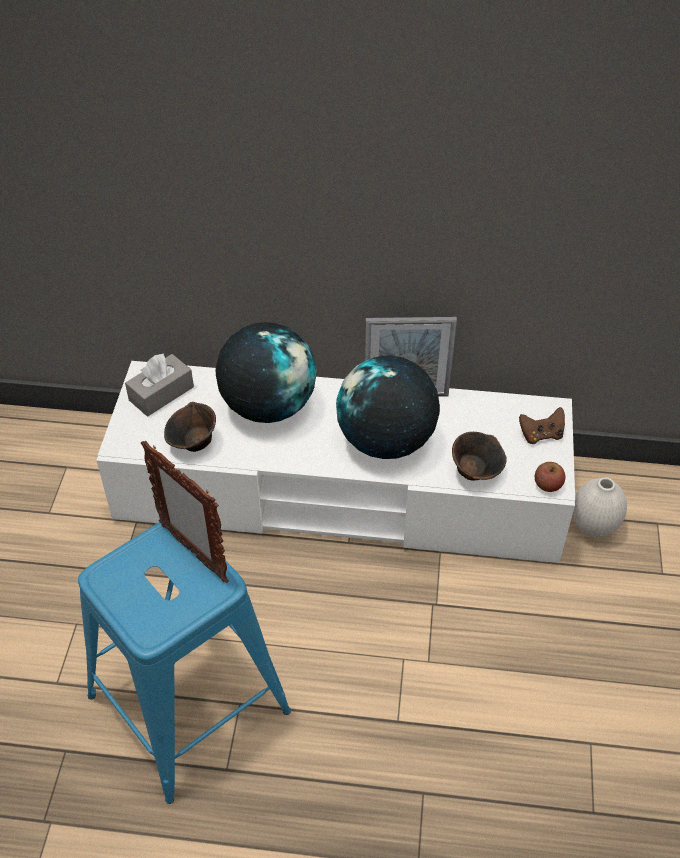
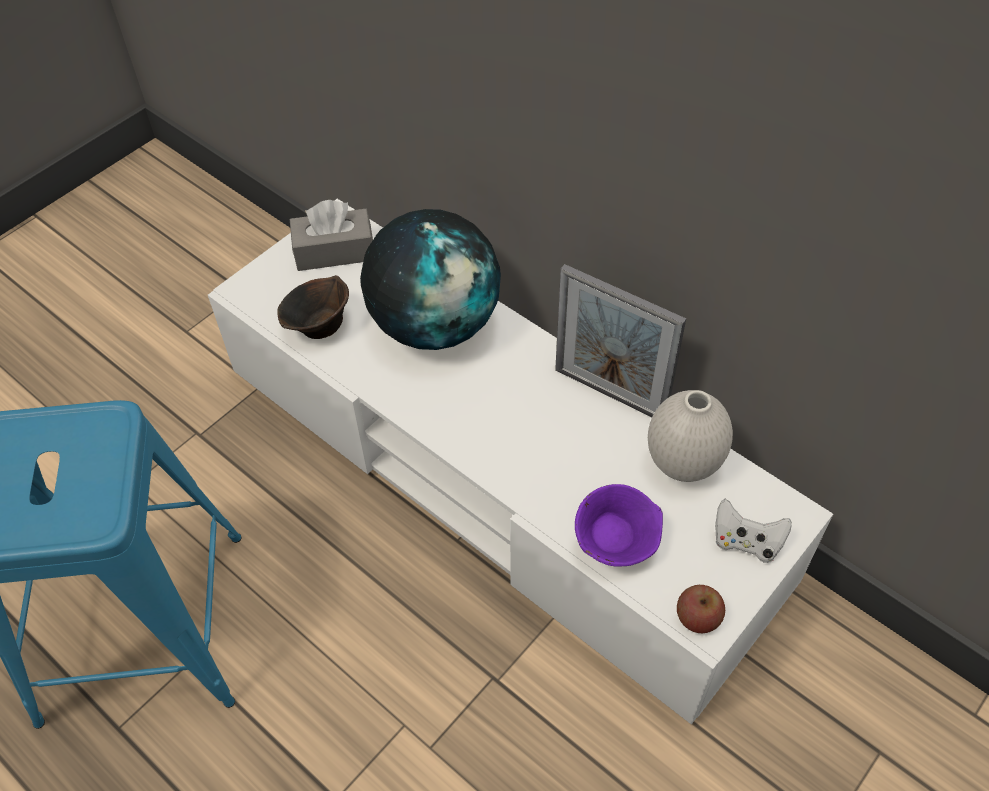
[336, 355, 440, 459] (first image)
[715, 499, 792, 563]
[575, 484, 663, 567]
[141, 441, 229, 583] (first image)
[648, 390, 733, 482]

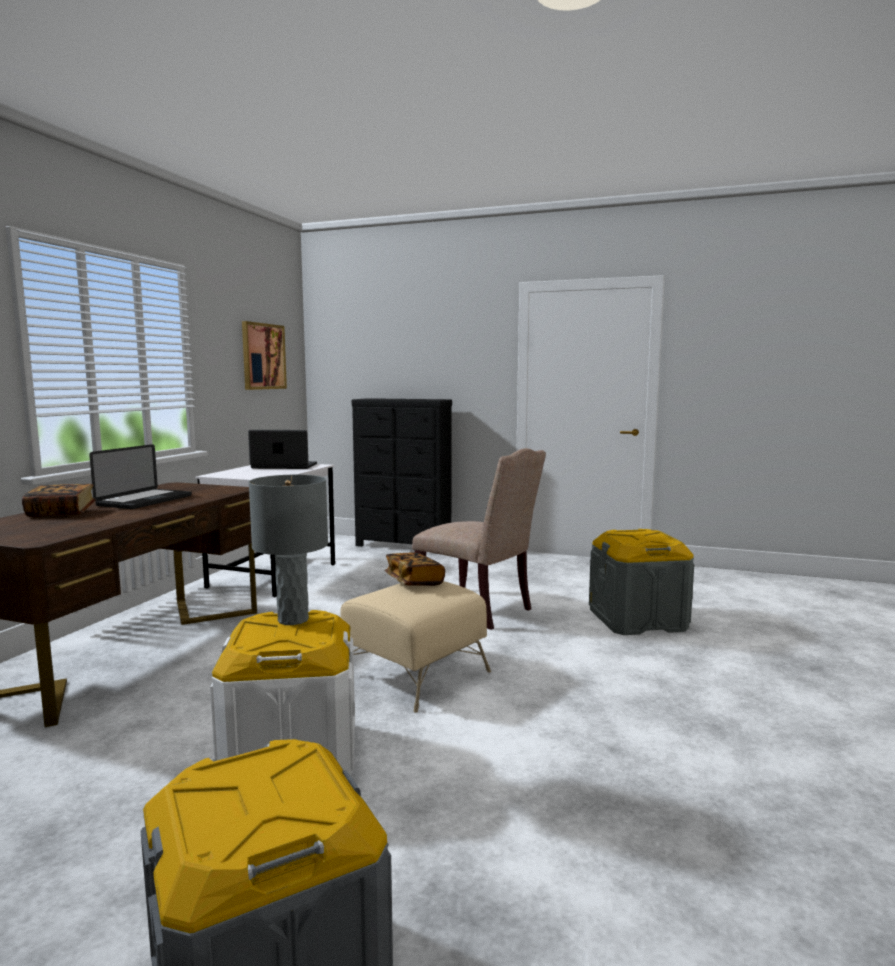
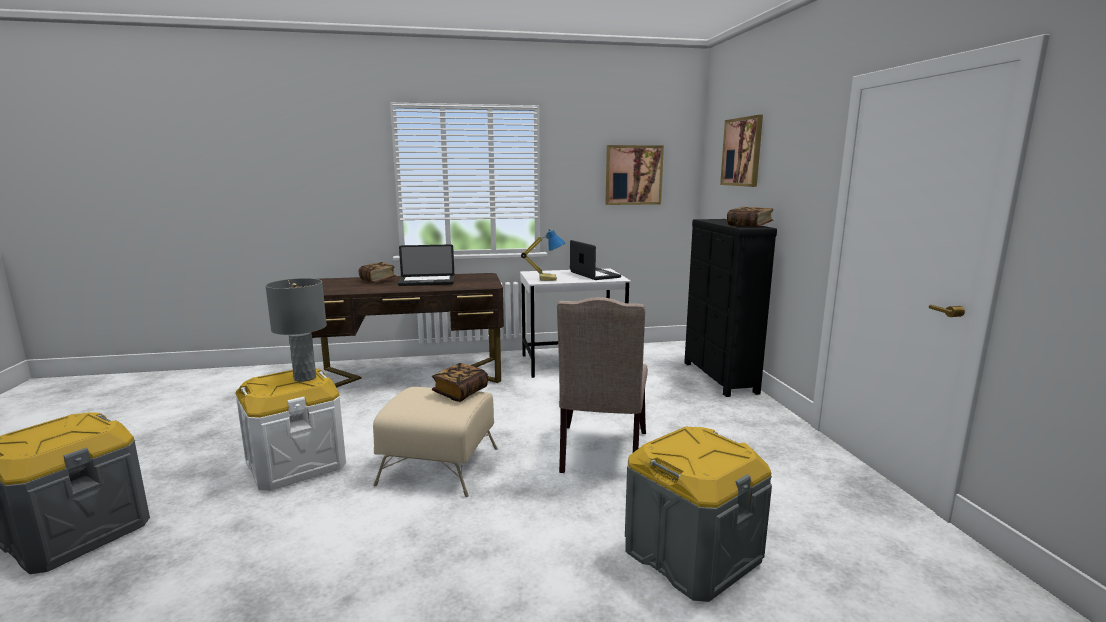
[720, 115, 763, 187]
[727, 207, 774, 227]
[521, 229, 566, 281]

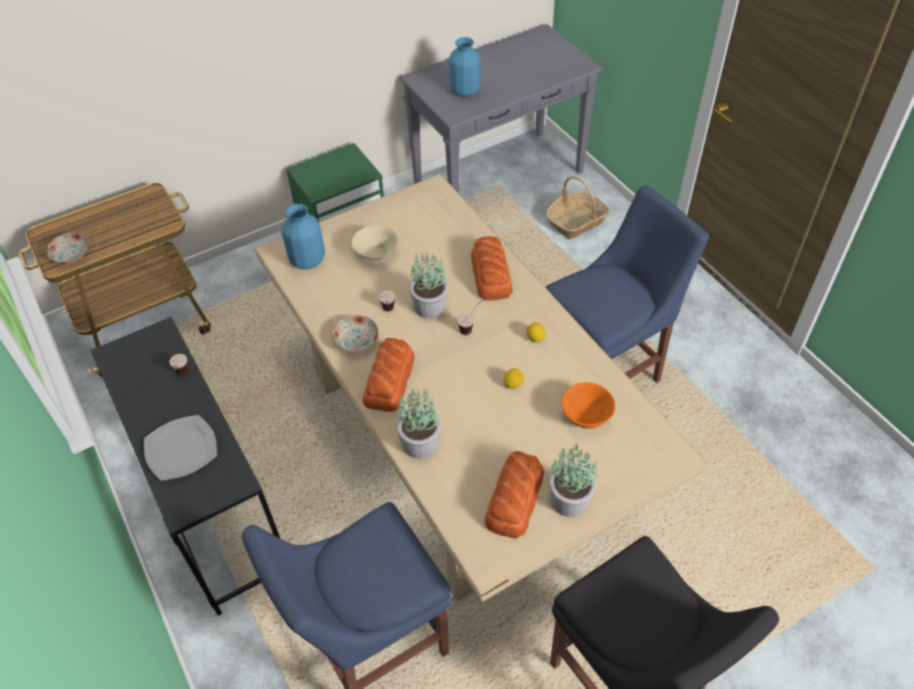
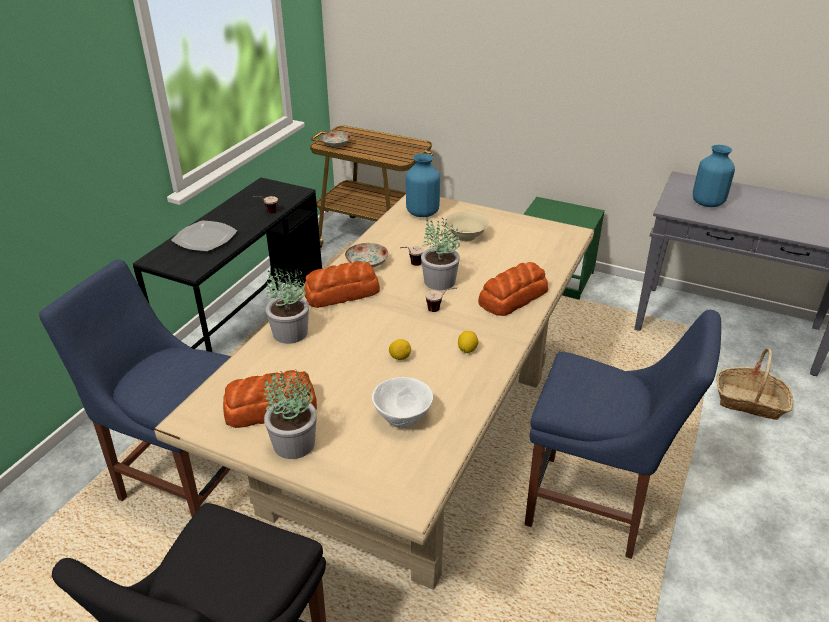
[372, 377, 433, 428]

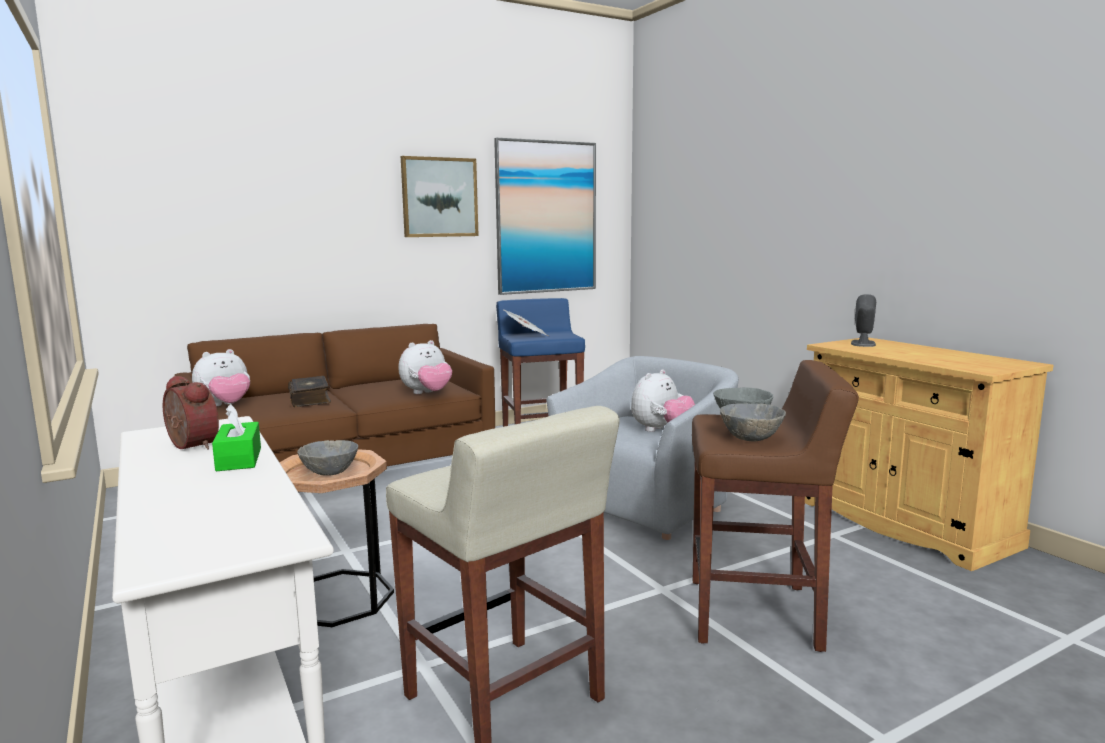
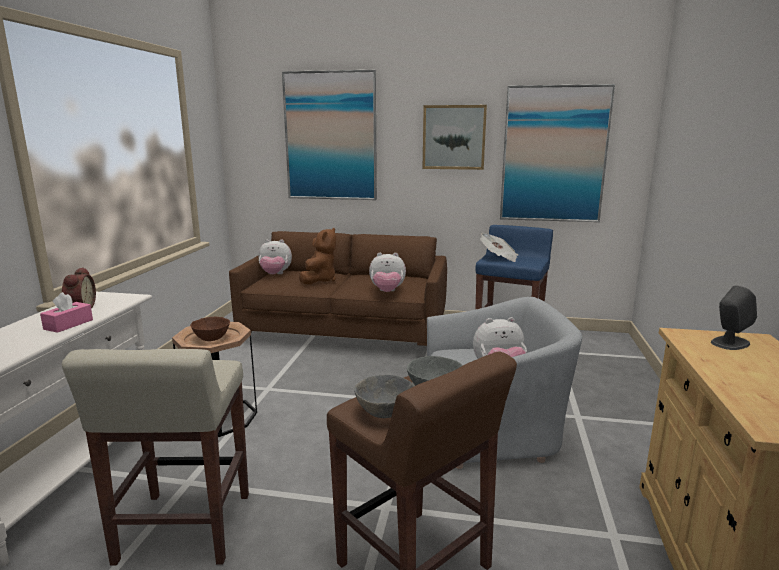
[299, 228, 336, 284]
[40, 292, 93, 333]
[190, 317, 230, 341]
[282, 70, 377, 200]

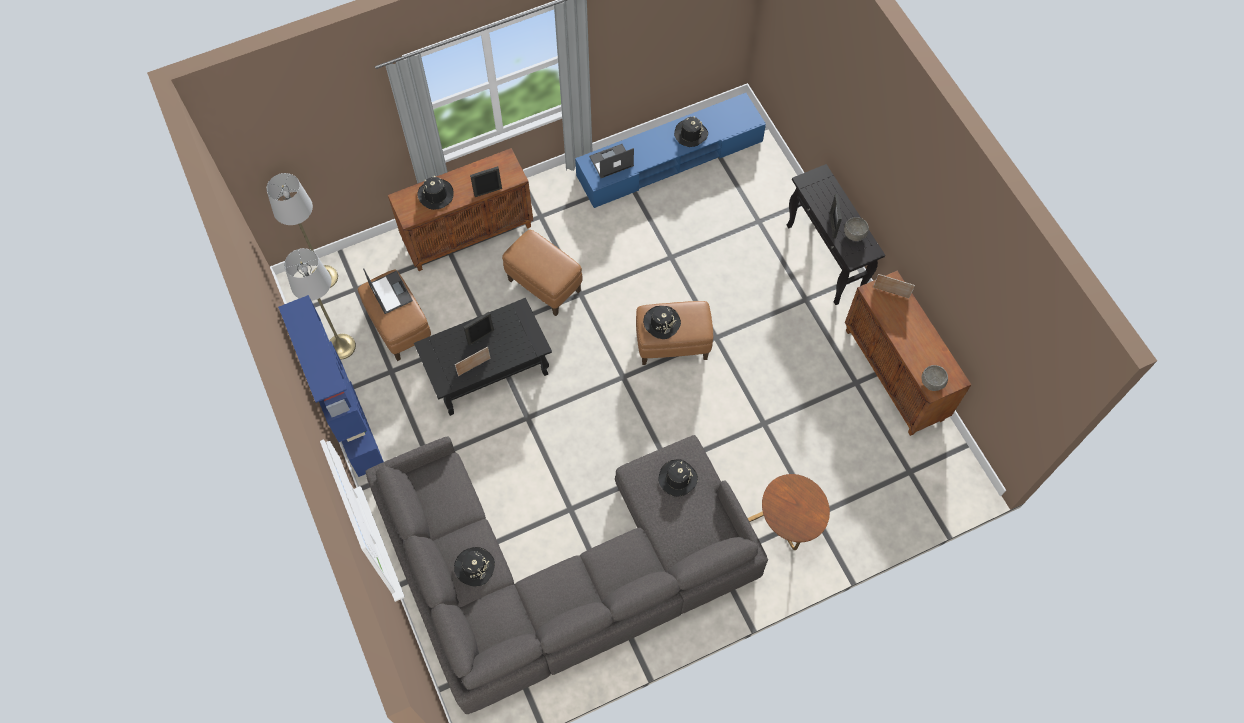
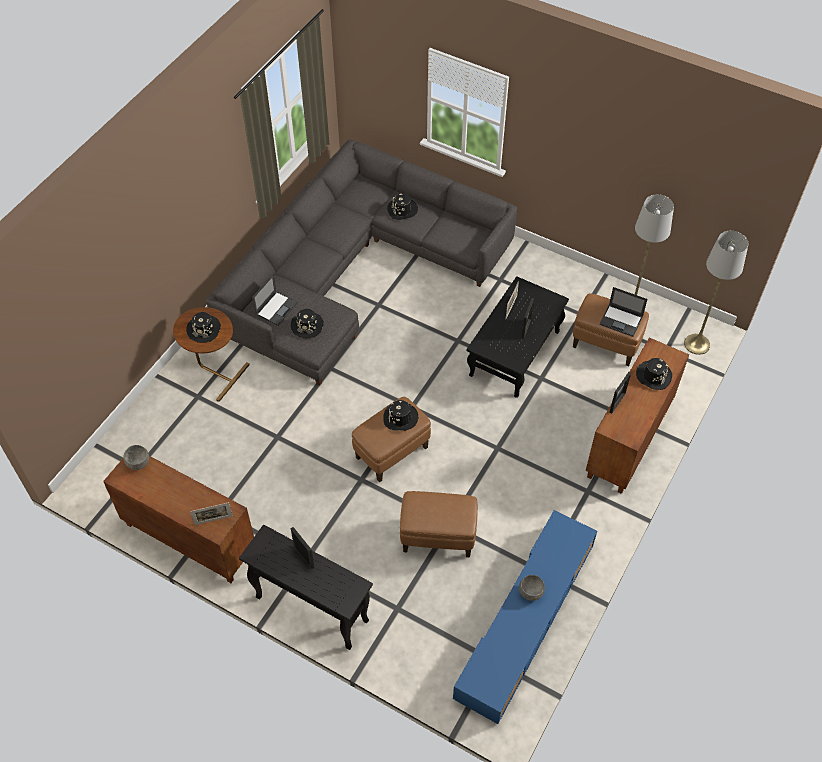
[186, 312, 221, 343]
[252, 274, 298, 326]
[519, 575, 545, 601]
[400, 491, 478, 557]
[278, 295, 384, 477] (first image)

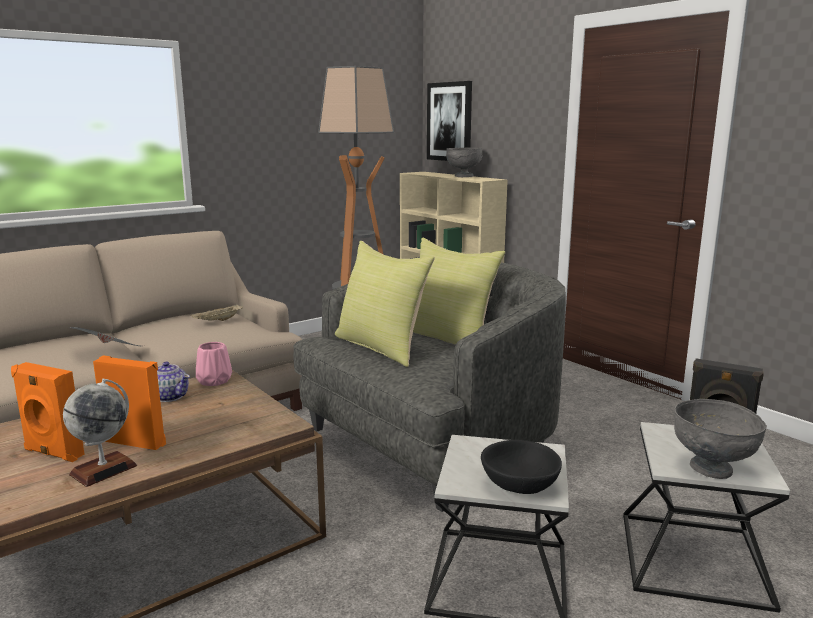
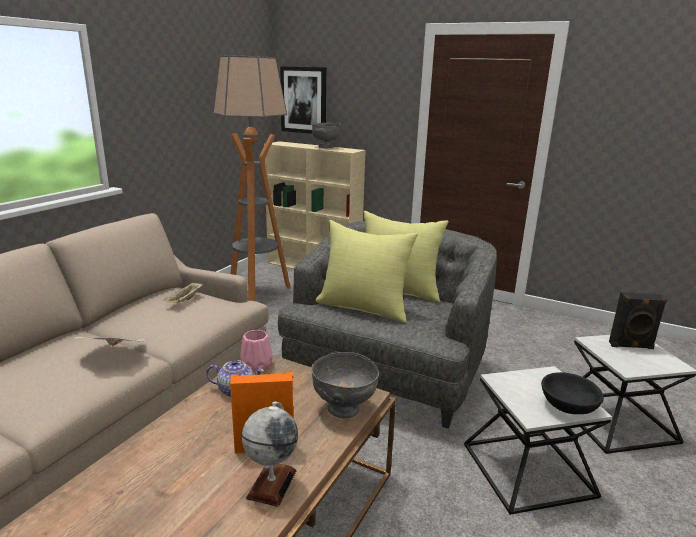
[11, 362, 84, 462] (first image)
[311, 352, 379, 418]

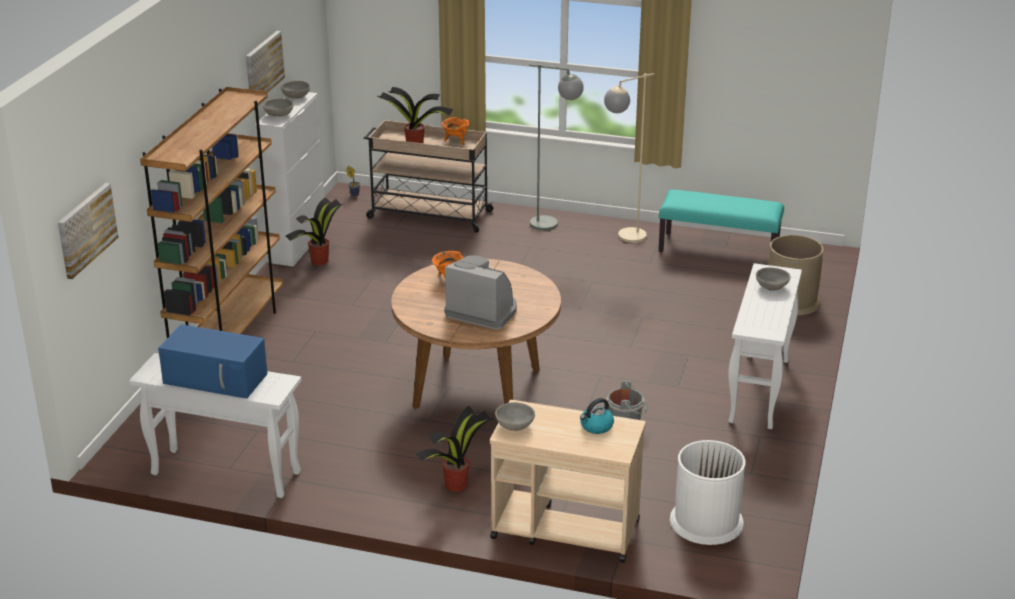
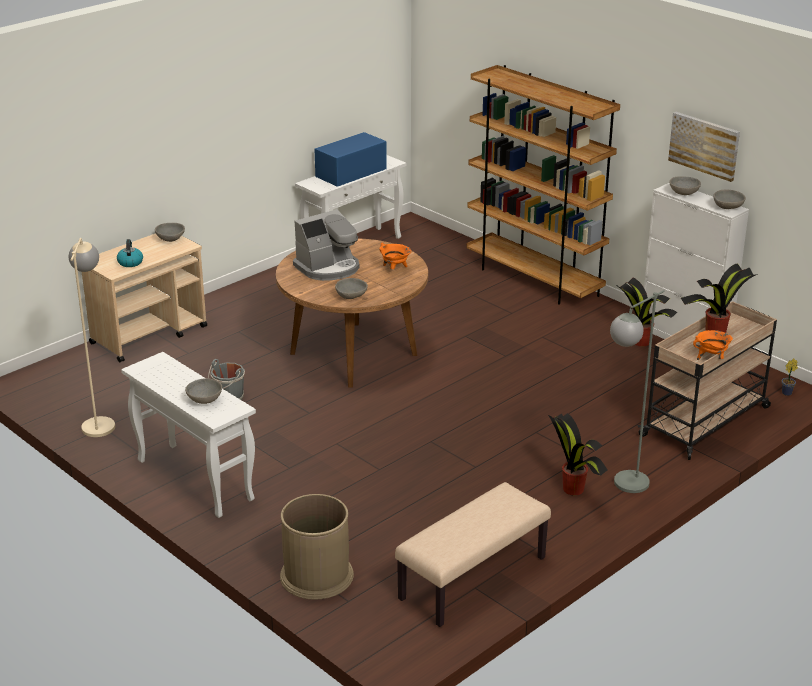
[68, 238, 115, 437]
[58, 183, 118, 279] (first image)
[395, 482, 551, 627]
[548, 413, 608, 495]
[670, 440, 746, 545] (first image)
[335, 278, 368, 299]

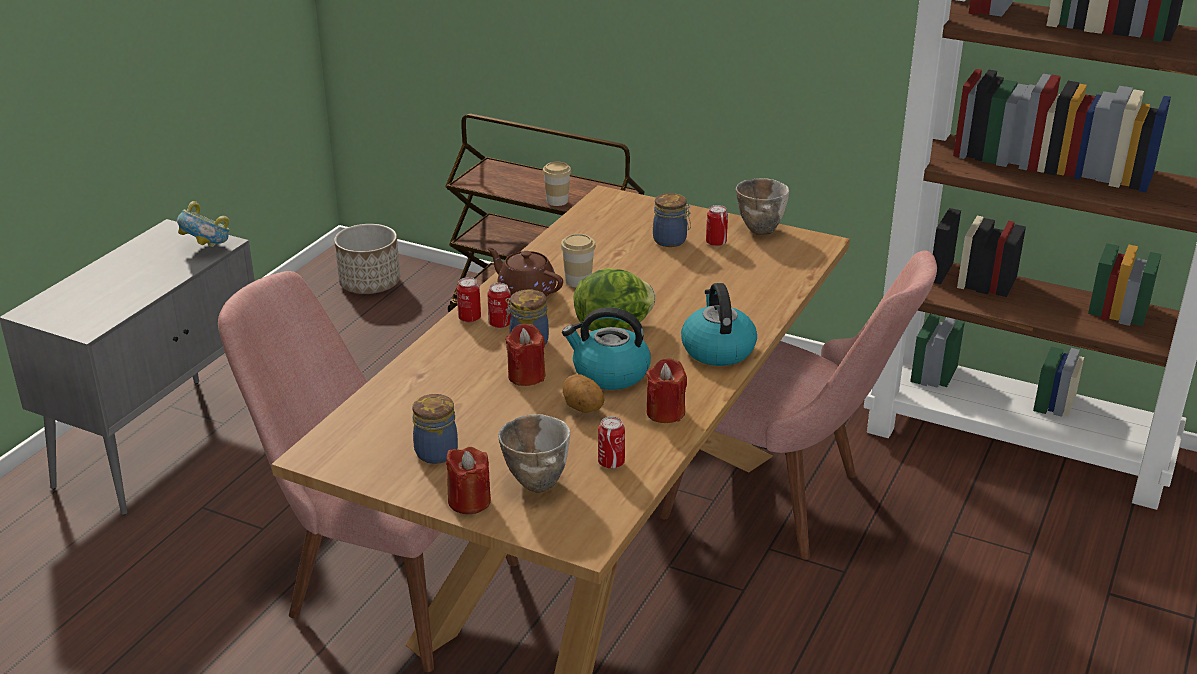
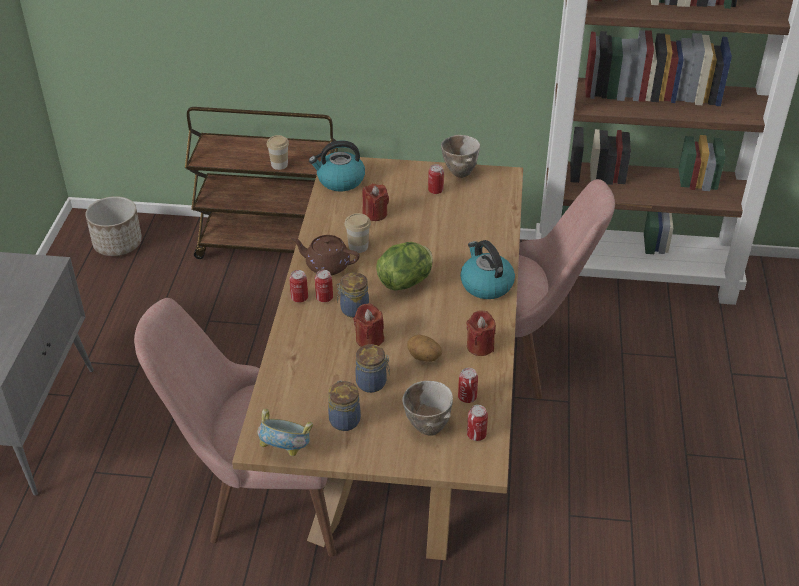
[355, 344, 390, 393]
[257, 409, 313, 456]
[309, 141, 365, 191]
[362, 183, 389, 221]
[467, 405, 488, 441]

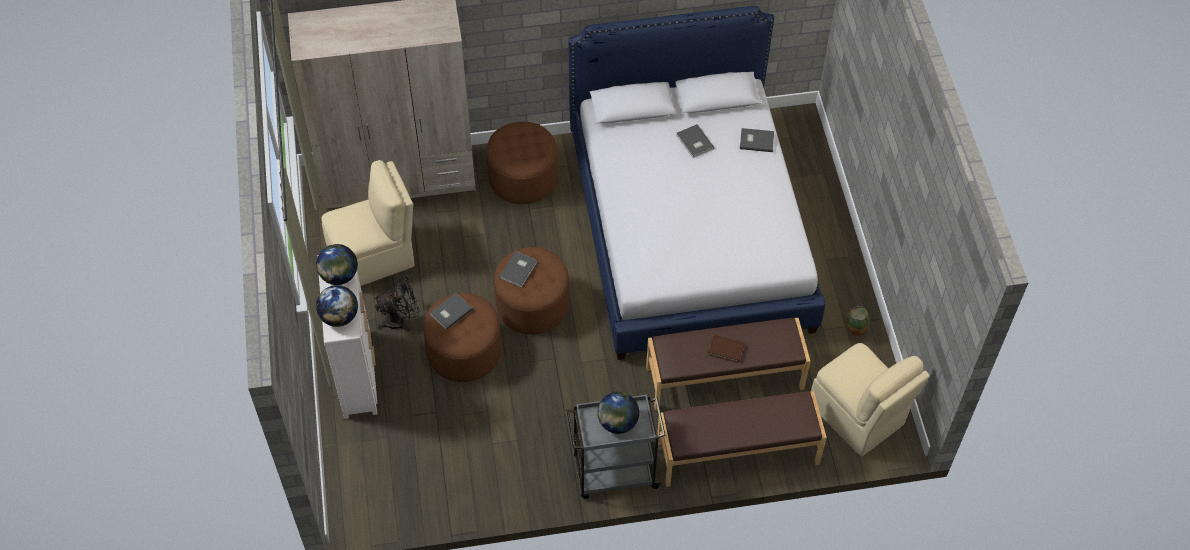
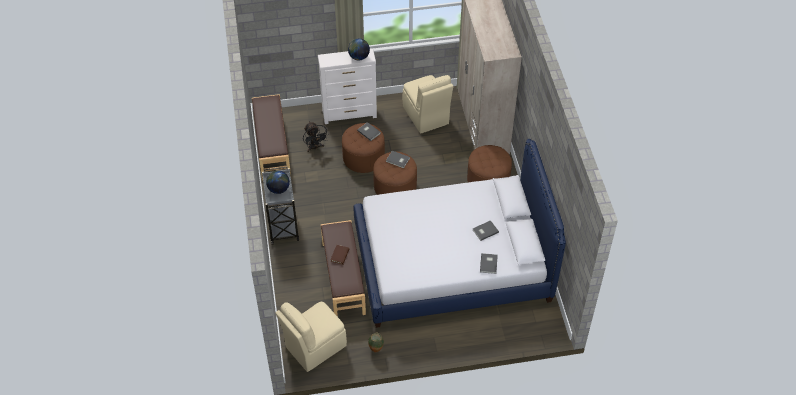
[303, 122, 329, 152]
[316, 285, 358, 327] (first image)
[252, 94, 291, 181]

